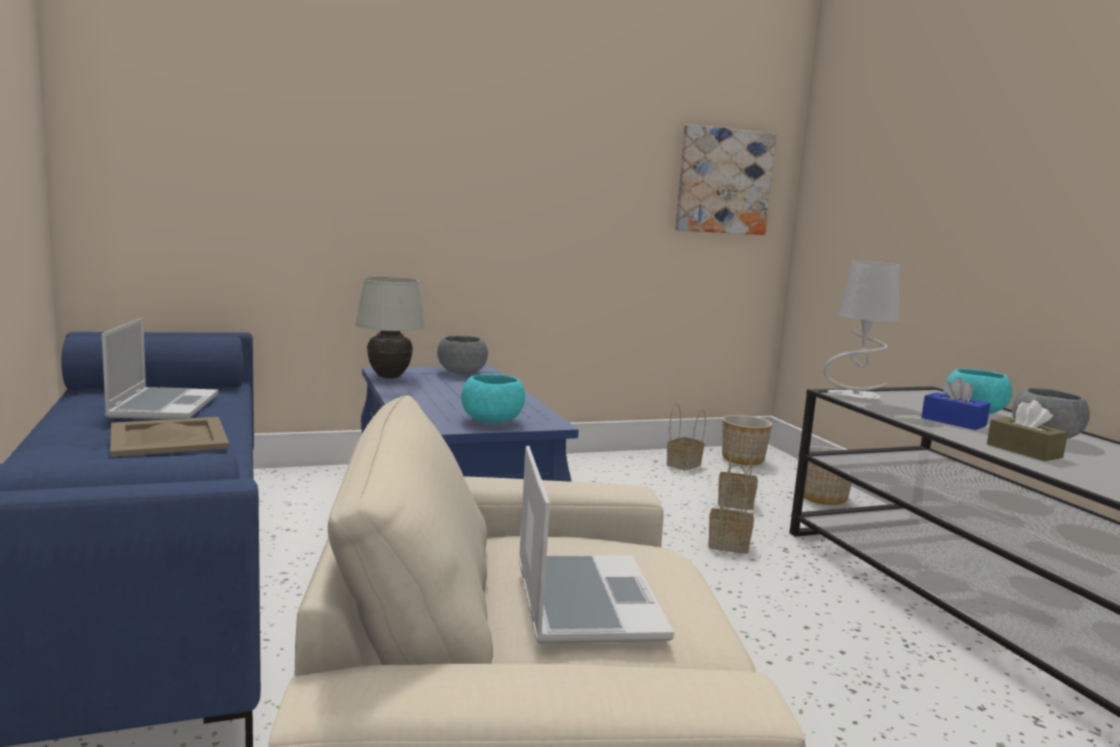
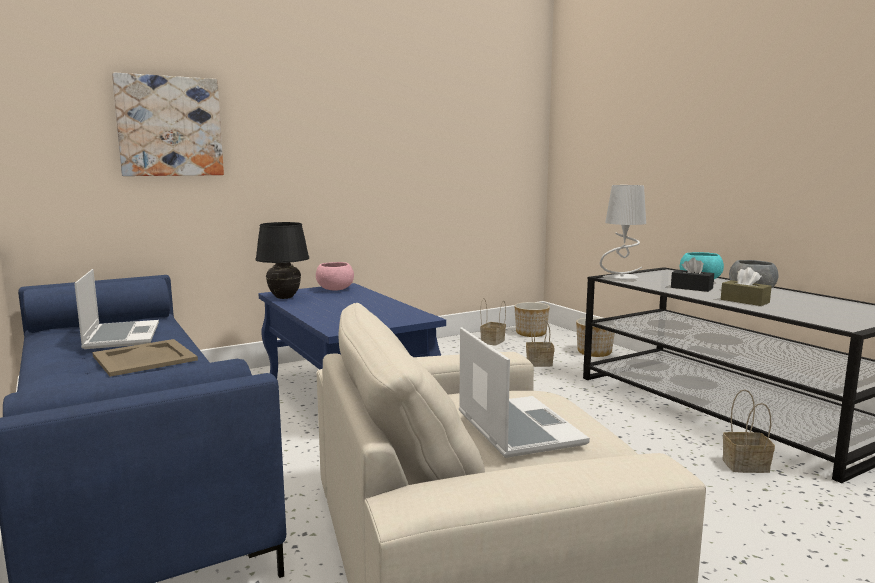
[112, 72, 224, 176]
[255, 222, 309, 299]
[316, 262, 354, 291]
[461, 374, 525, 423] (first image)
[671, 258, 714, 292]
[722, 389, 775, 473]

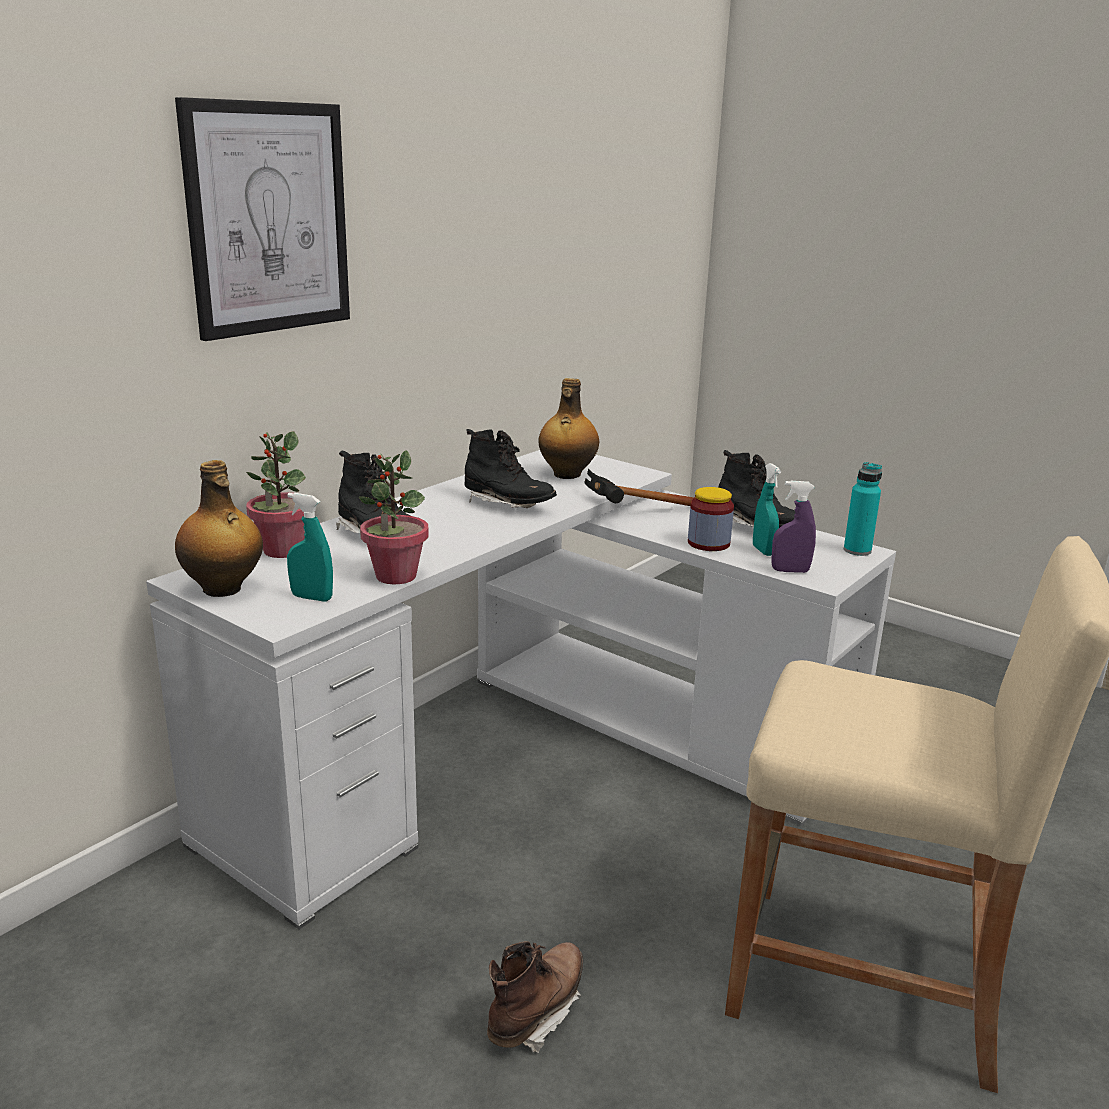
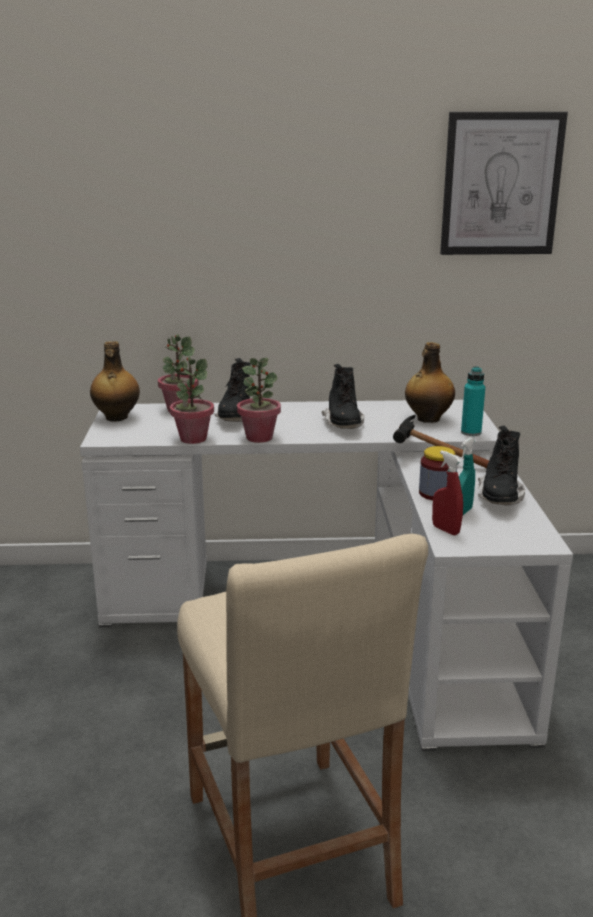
[440, 112, 568, 255]
[461, 366, 485, 436]
[432, 450, 463, 536]
[287, 493, 333, 602] (first image)
[487, 941, 583, 1053] (first image)
[237, 358, 281, 443]

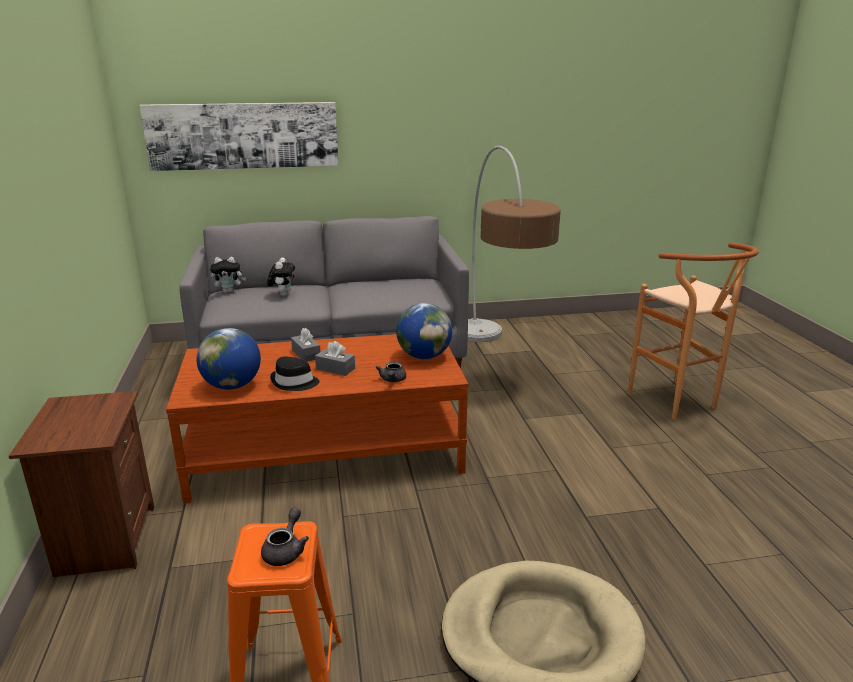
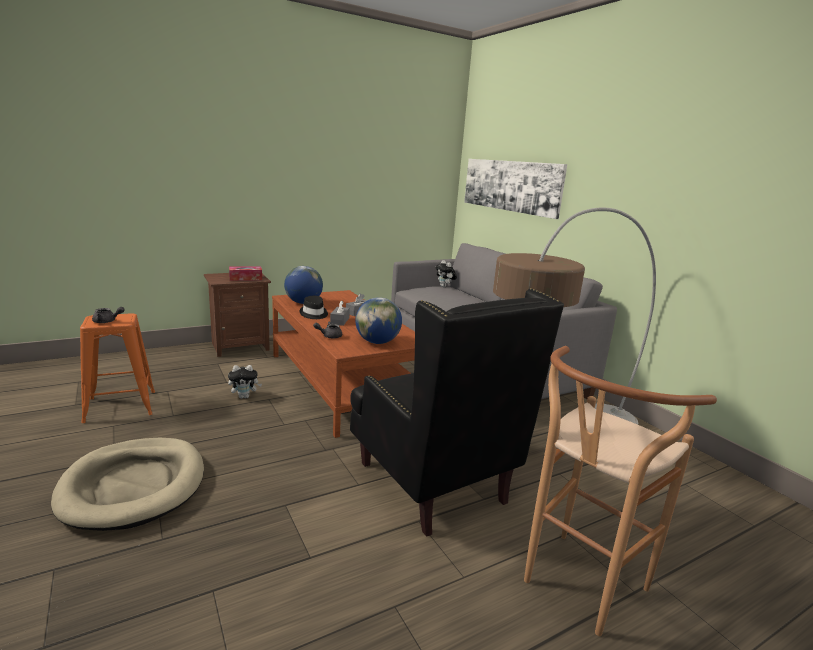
[228, 365, 262, 399]
[229, 266, 262, 281]
[350, 288, 564, 537]

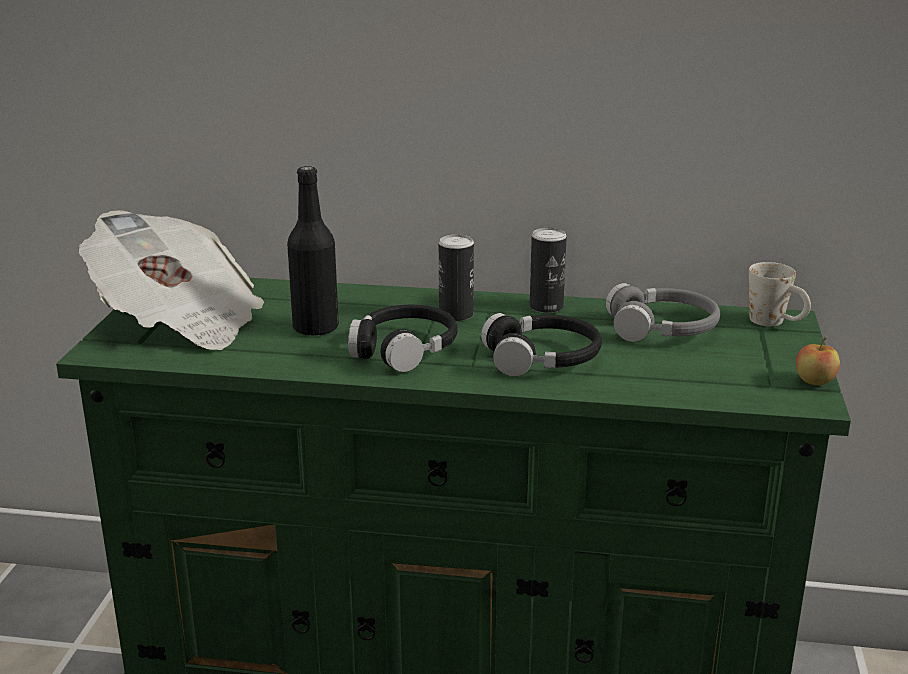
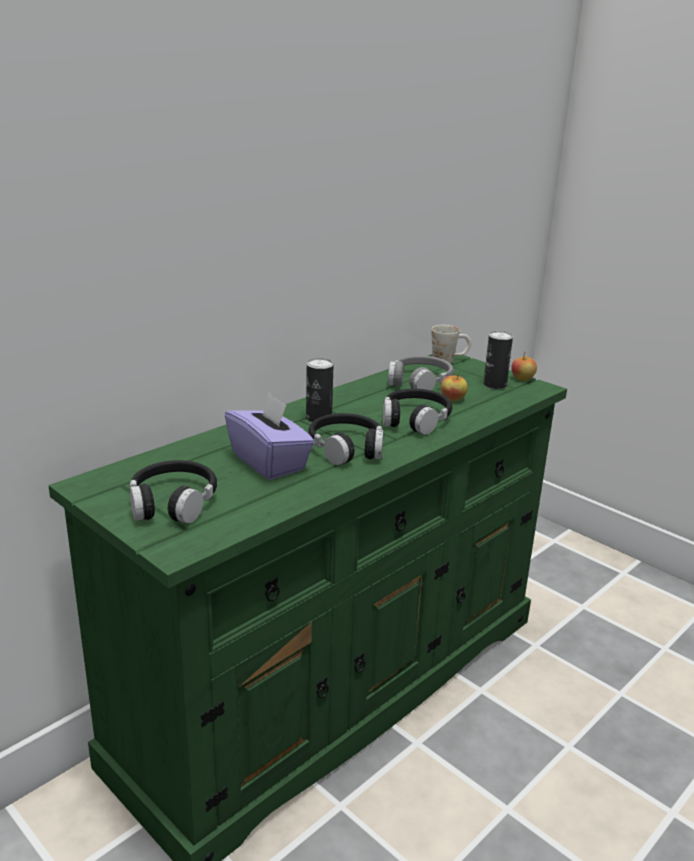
[225, 393, 315, 480]
[130, 460, 217, 524]
[483, 331, 513, 389]
[441, 373, 468, 401]

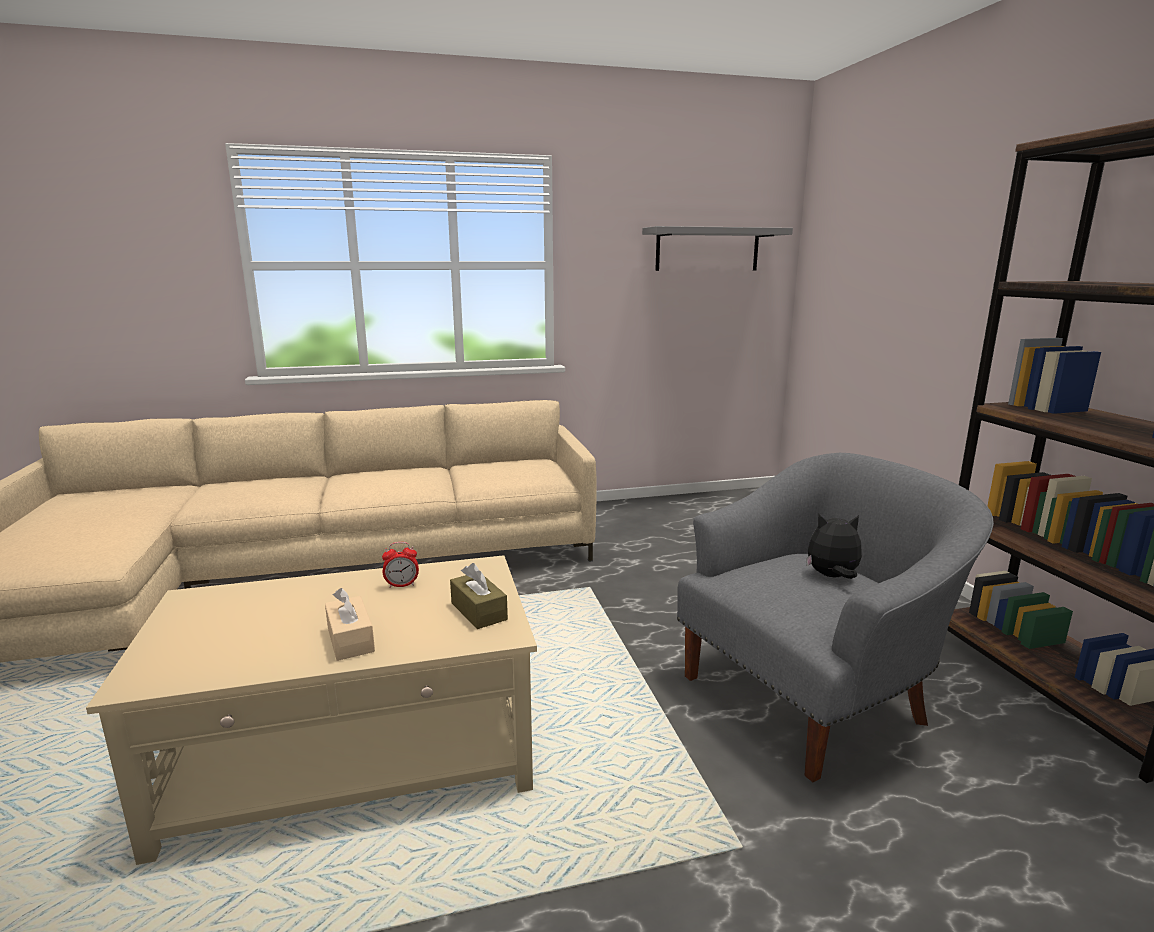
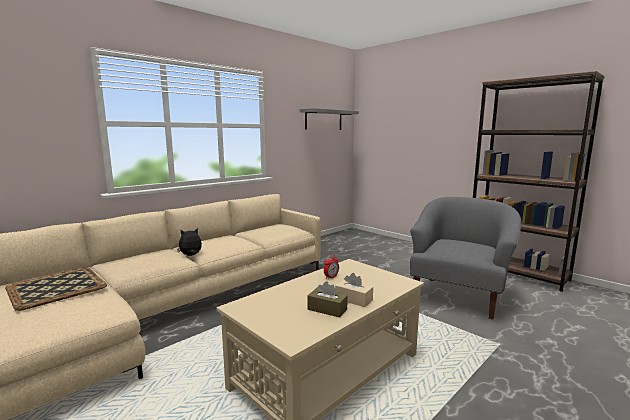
[177, 228, 202, 256]
[307, 281, 348, 318]
[5, 267, 107, 311]

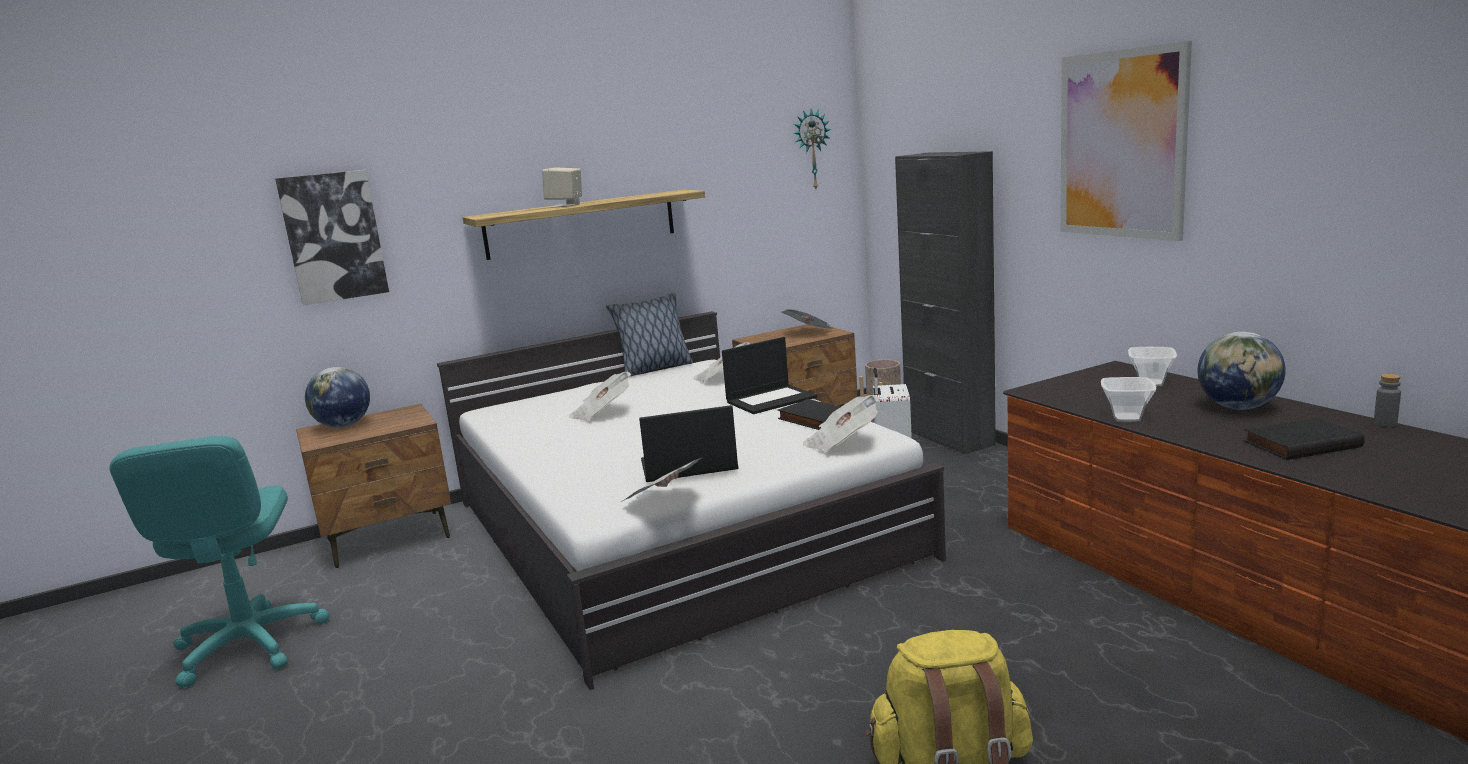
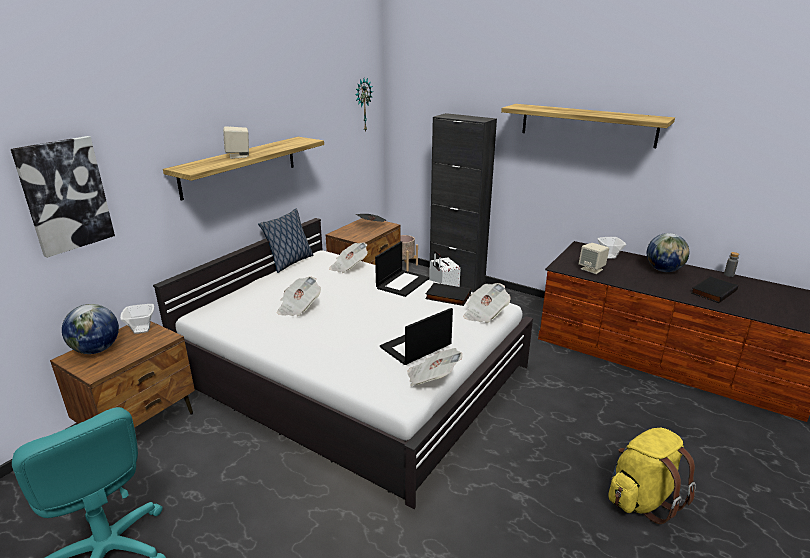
[501, 104, 675, 148]
[120, 304, 154, 334]
[579, 243, 609, 274]

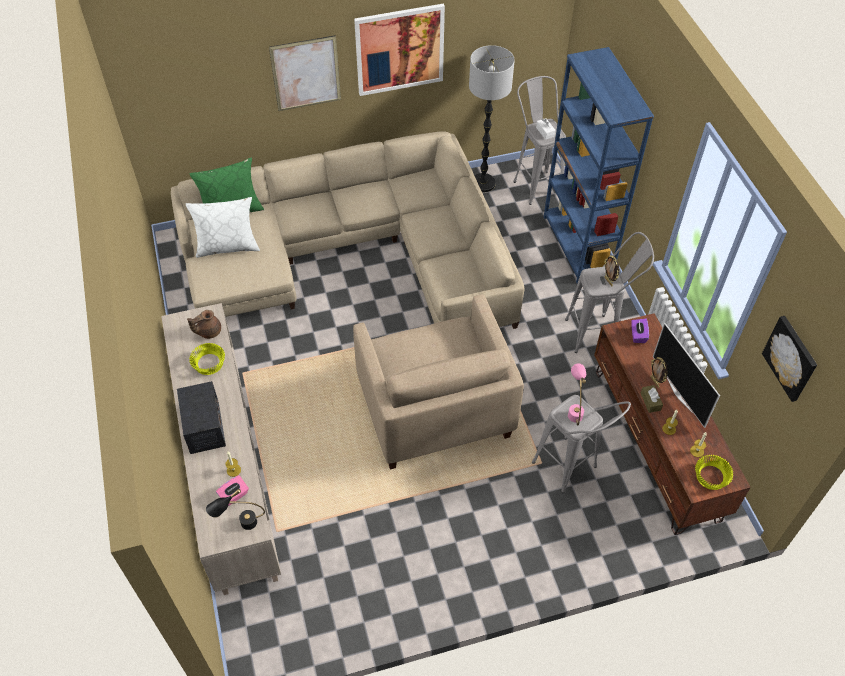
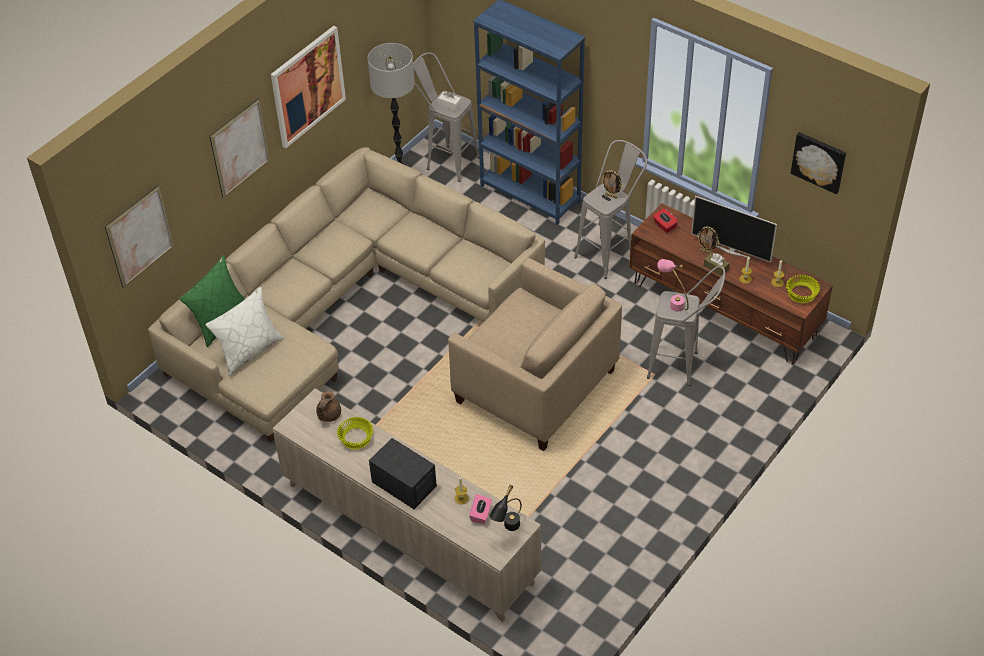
[653, 208, 678, 233]
[105, 184, 174, 288]

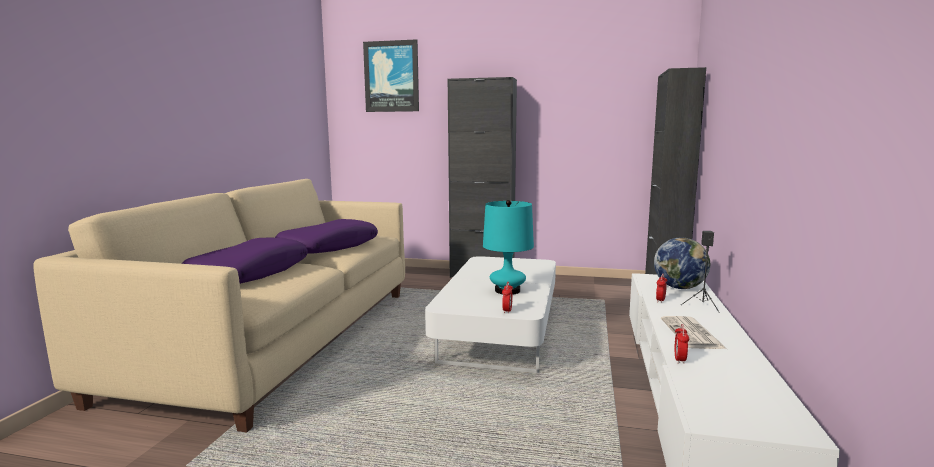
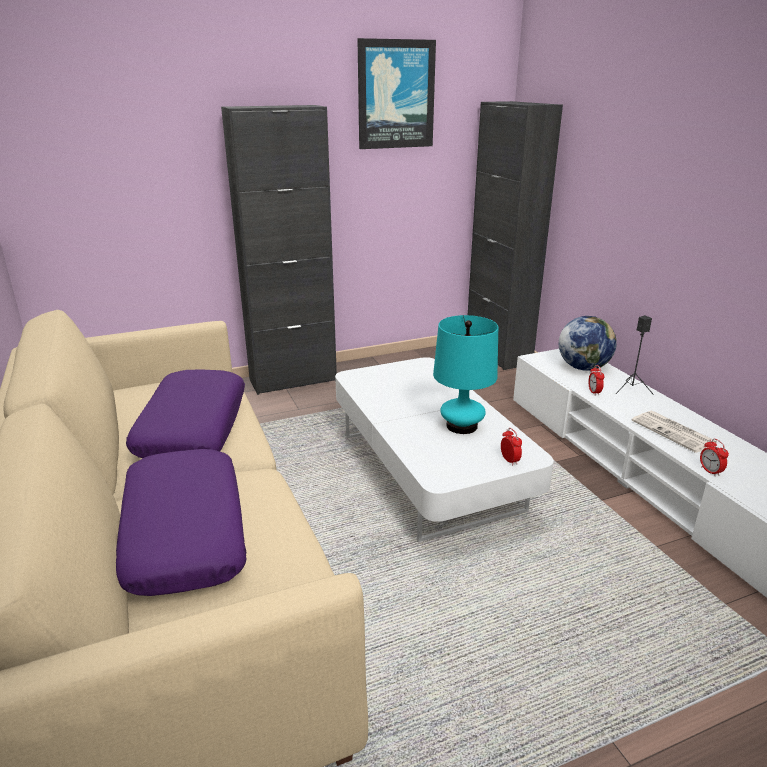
[357, 38, 436, 149]

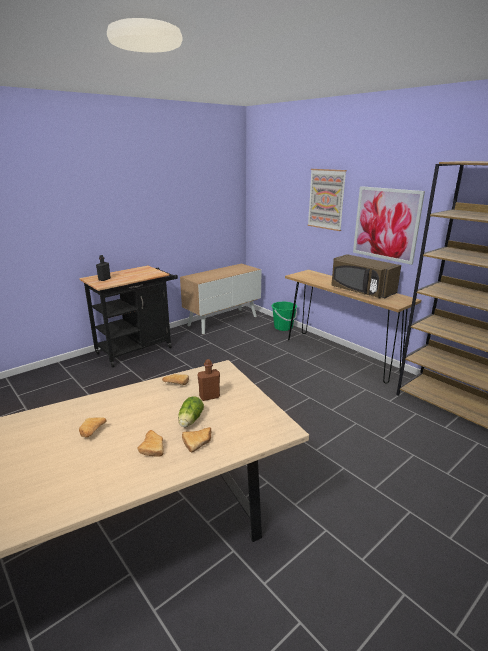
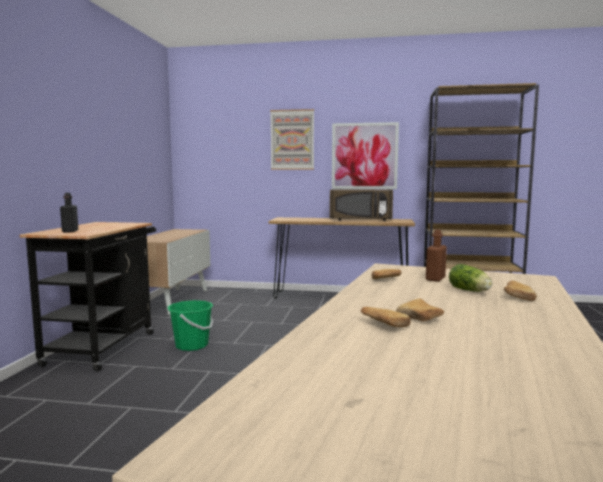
[168, 300, 213, 351]
[361, 307, 411, 327]

